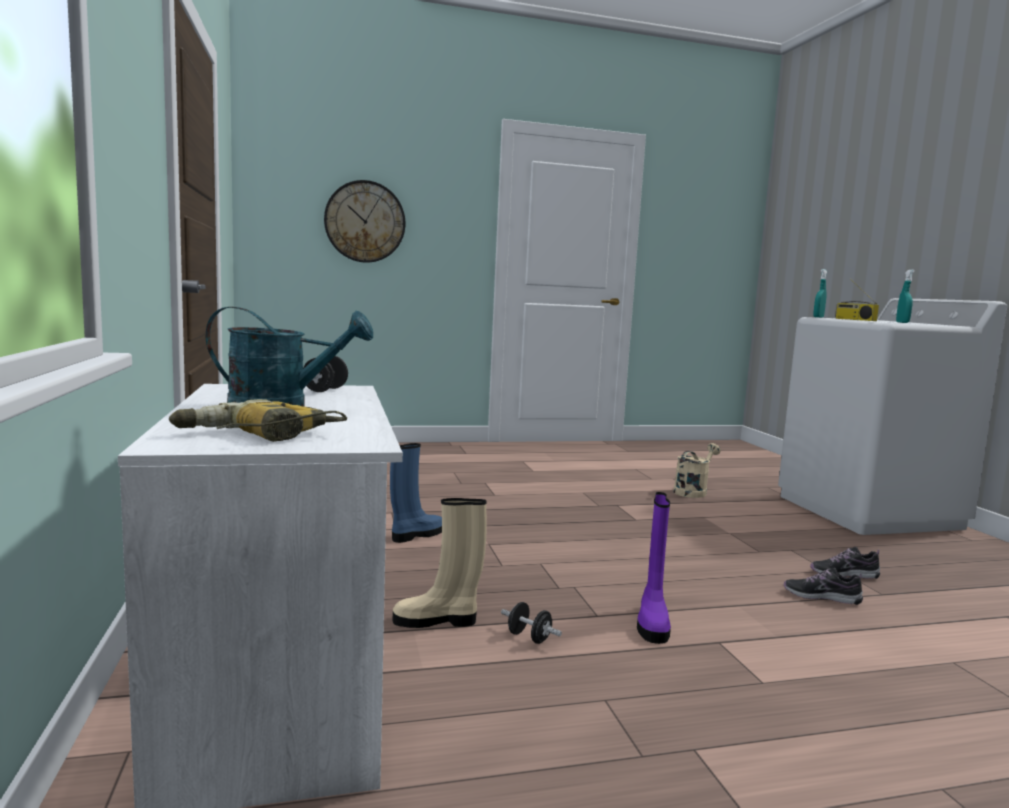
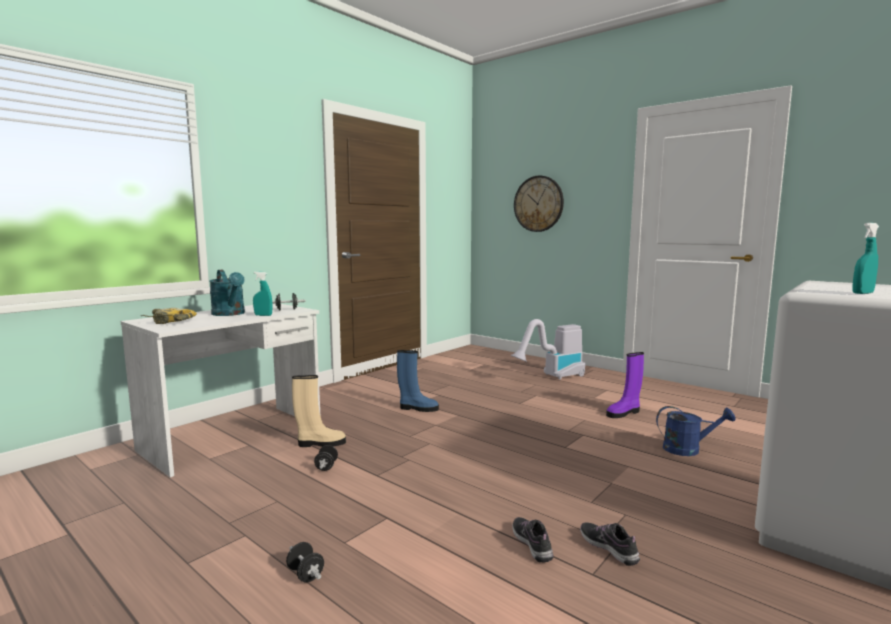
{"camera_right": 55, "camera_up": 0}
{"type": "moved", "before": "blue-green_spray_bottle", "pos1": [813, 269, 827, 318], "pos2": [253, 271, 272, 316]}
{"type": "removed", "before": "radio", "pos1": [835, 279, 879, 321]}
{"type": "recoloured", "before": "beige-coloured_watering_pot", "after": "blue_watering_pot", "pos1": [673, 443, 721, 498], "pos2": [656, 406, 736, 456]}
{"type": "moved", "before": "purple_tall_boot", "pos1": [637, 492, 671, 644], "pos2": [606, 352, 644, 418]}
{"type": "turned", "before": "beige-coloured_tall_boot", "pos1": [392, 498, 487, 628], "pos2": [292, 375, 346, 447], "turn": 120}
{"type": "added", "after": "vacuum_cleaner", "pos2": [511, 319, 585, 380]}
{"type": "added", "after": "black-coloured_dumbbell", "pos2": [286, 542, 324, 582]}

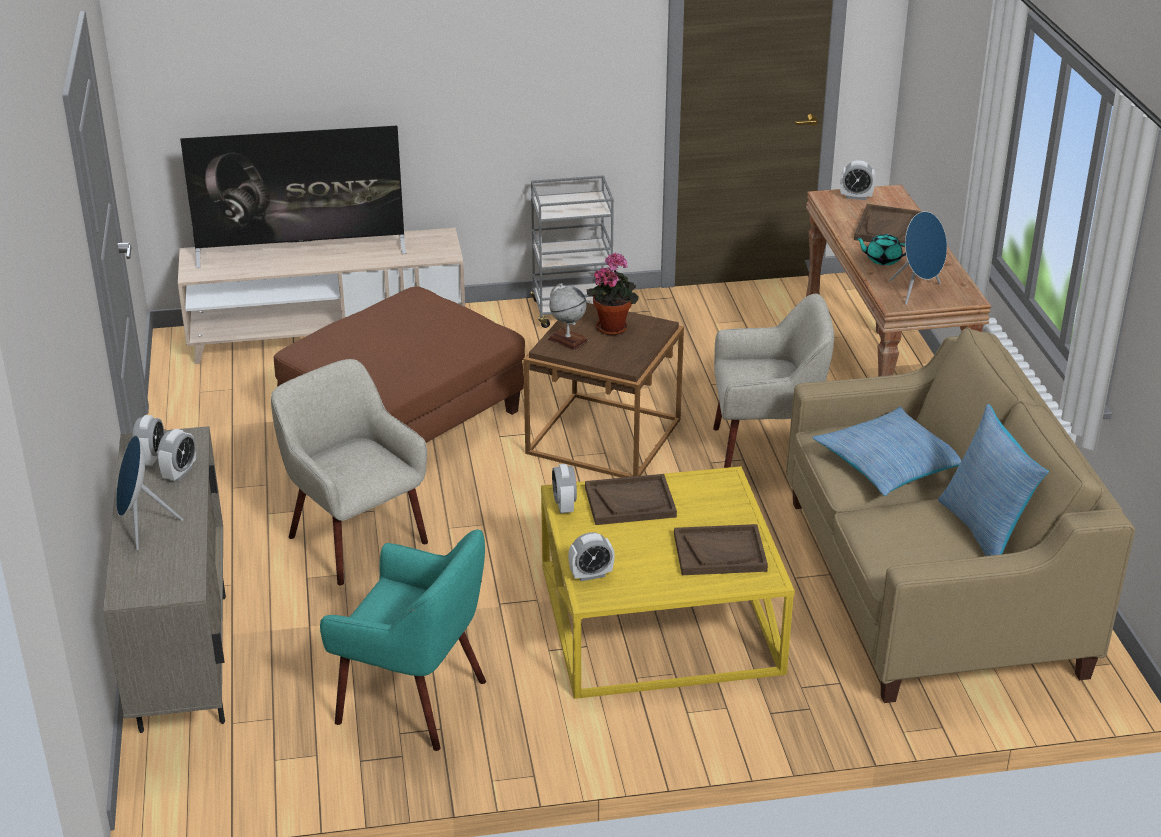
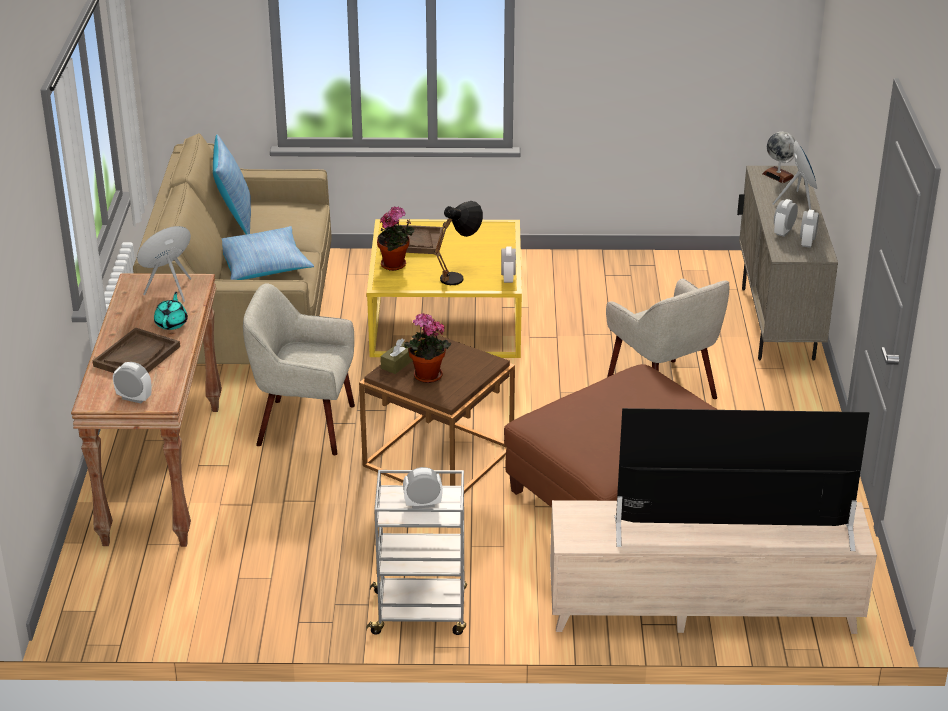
{"camera_right": -170, "camera_up": 0}
{"type": "turned", "before": "blue-green_tea_pot", "pos1": [855, 234, 906, 265], "pos2": [154, 292, 188, 330], "turn": -105}
{"type": "moved", "before": "desk_globe", "pos1": [548, 283, 589, 350], "pos2": [762, 132, 795, 183]}
{"type": "replaced", "before": "brown_serving_tray", "after": "black-coloured_lamp_for_a_table", "pos1": [585, 474, 677, 525], "pos2": [434, 201, 483, 285]}
{"type": "removed", "before": "blue-green_easy_chair", "pos1": [320, 530, 486, 751]}
{"type": "moved", "before": "bedside_clock", "pos1": [568, 532, 615, 581], "pos2": [403, 467, 443, 508]}
{"type": "added", "after": "potted_plant", "pos2": [377, 206, 414, 271]}
{"type": "added", "after": "brown_tissue_box", "pos2": [380, 338, 413, 374]}

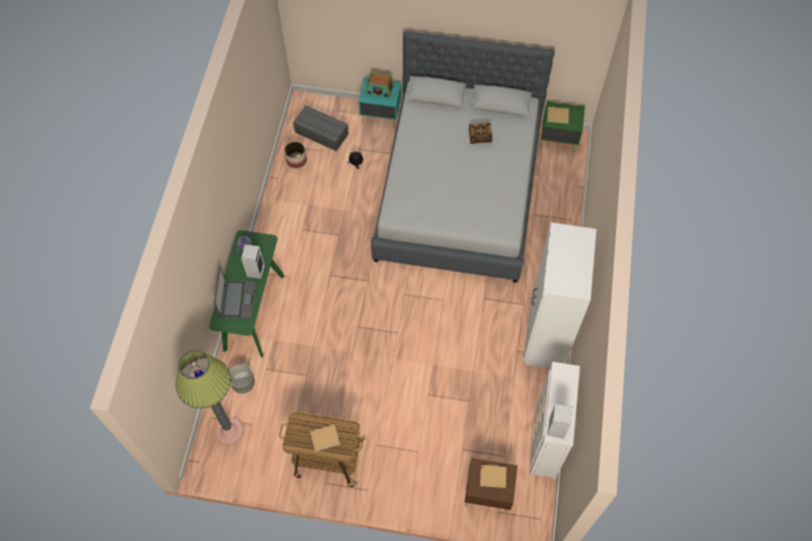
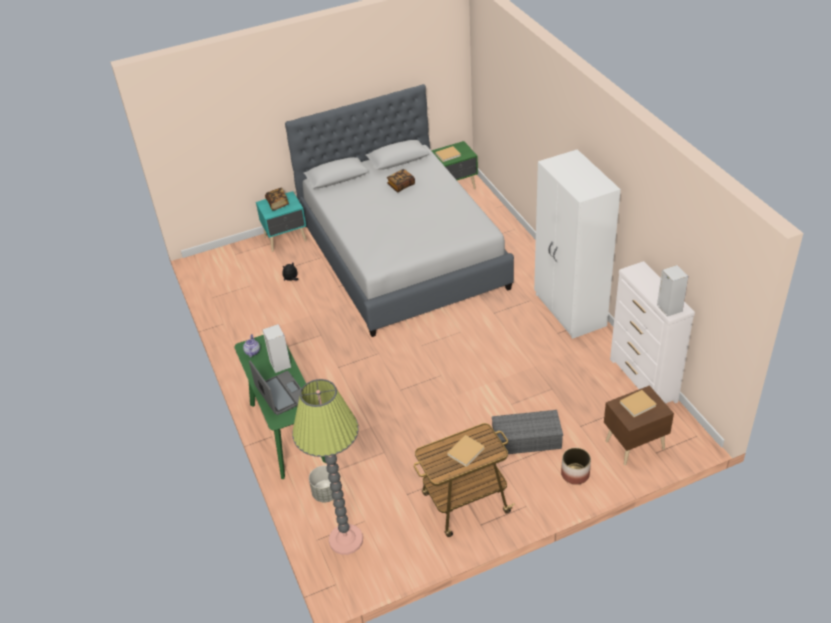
{"camera_right": -30, "camera_up": -20}
{"type": "replaced", "before": "radio", "after": "bound_book", "pos1": [365, 72, 394, 97], "pos2": [265, 188, 289, 211]}
{"type": "moved", "before": "greyish_storage_container", "pos1": [293, 105, 349, 151], "pos2": [492, 410, 563, 454]}
{"type": "moved", "before": "flower_pot", "pos1": [284, 141, 307, 168], "pos2": [561, 447, 591, 485]}

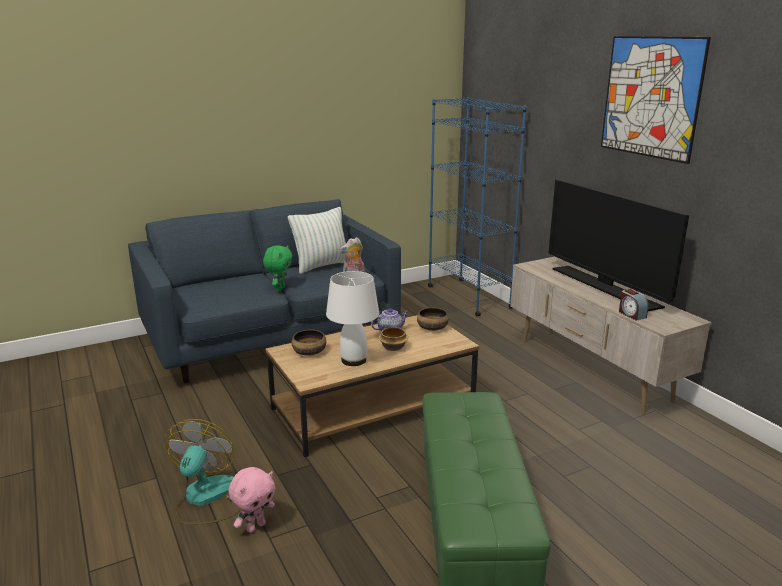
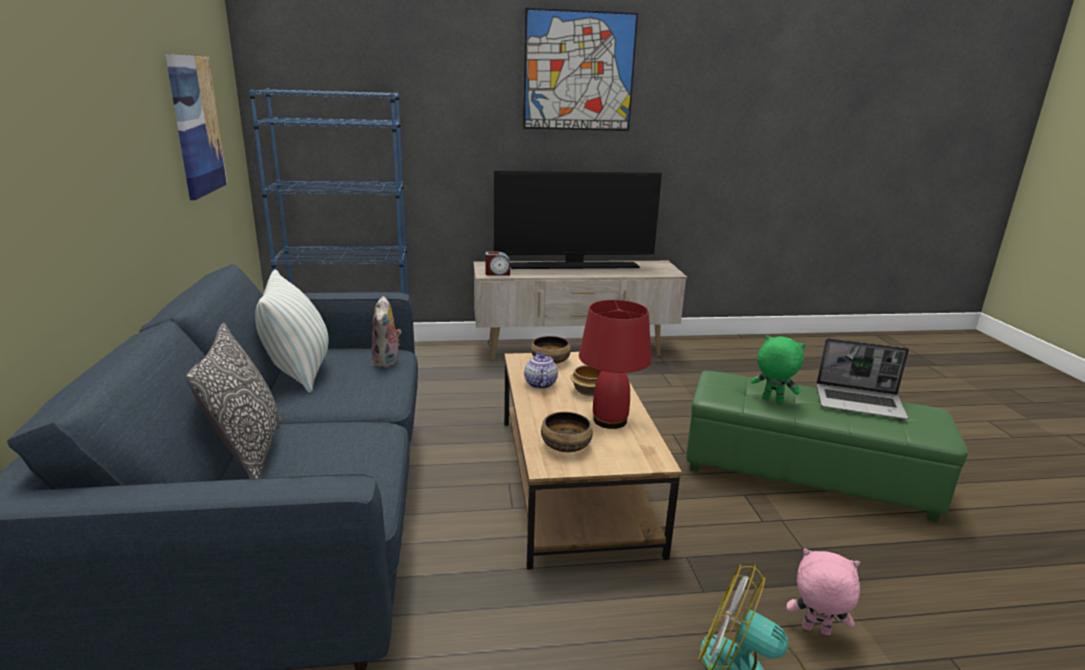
{"camera_right": -70, "camera_up": 0}
{"type": "moved", "before": "green-coloured_cuddly_toy", "pos1": [263, 245, 293, 291], "pos2": [751, 335, 806, 403]}
{"type": "recoloured", "before": "white-coloured_lamp_for_a_table", "after": "red-coloured_lamp_for_a_table", "pos1": [326, 271, 379, 366], "pos2": [579, 300, 652, 429]}
{"type": "moved", "before": "bedside_clock", "pos1": [619, 289, 649, 321], "pos2": [486, 251, 510, 276]}
{"type": "turned", "before": "pinkish_cuddly_toy", "pos1": [228, 467, 275, 533], "pos2": [787, 549, 860, 636], "turn": -45}
{"type": "added", "after": "picture", "pos2": [165, 54, 227, 200]}
{"type": "added", "after": "cushion", "pos2": [186, 323, 281, 479]}
{"type": "added", "after": "notebook_computer", "pos2": [816, 338, 909, 419]}

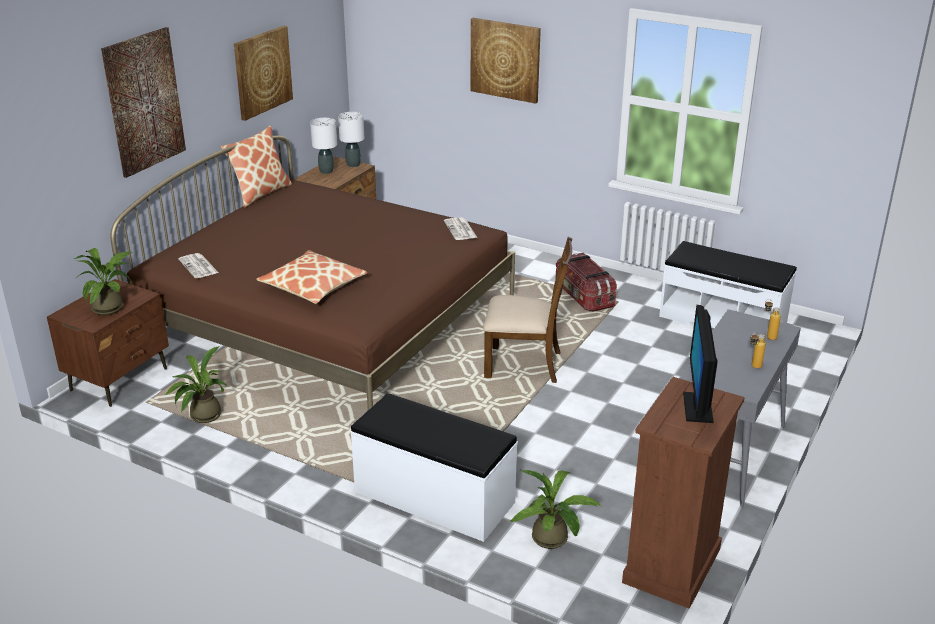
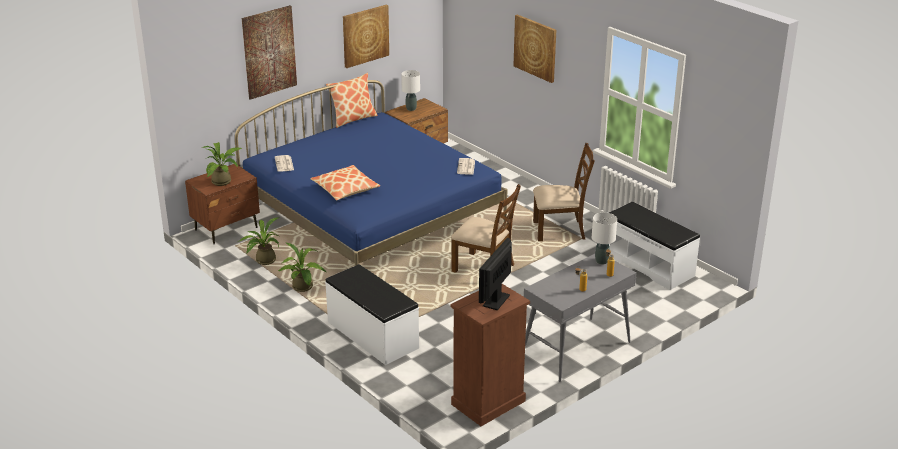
{"camera_right": 20, "camera_up": 0}
{"type": "moved", "before": "white-coloured_lamp_for_a_table", "pos1": [338, 112, 364, 167], "pos2": [592, 213, 617, 265]}
{"type": "recoloured", "before": "brown_bedroom_bed", "after": "blue_bedroom_bed", "pos1": [110, 136, 515, 410], "pos2": [235, 80, 507, 266]}
{"type": "replaced", "before": "storage_container", "after": "brown_upright_chair", "pos1": [555, 252, 617, 312], "pos2": [533, 143, 595, 241]}
{"type": "moved", "before": "potted_plant", "pos1": [510, 470, 601, 549], "pos2": [278, 243, 326, 292]}

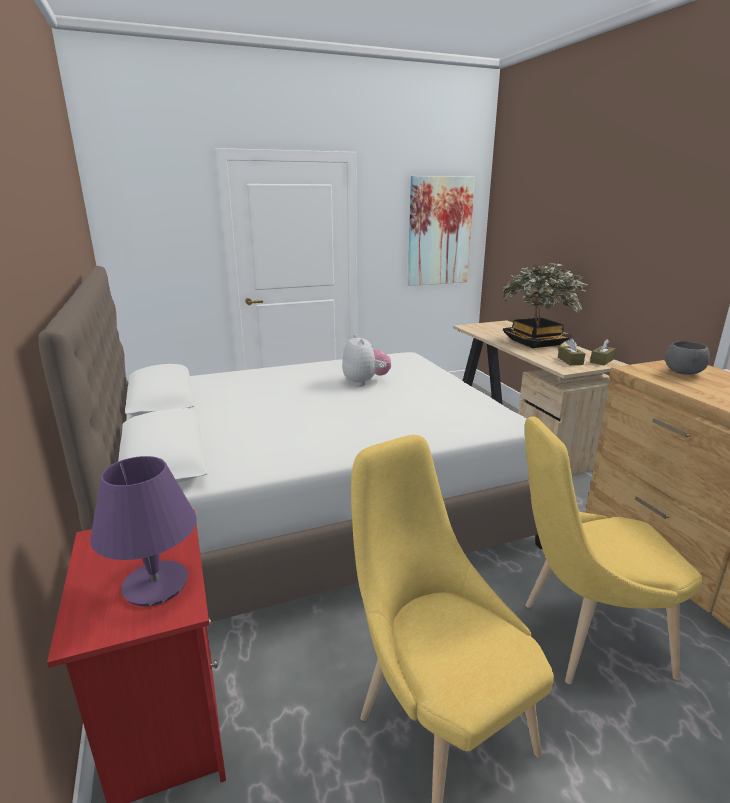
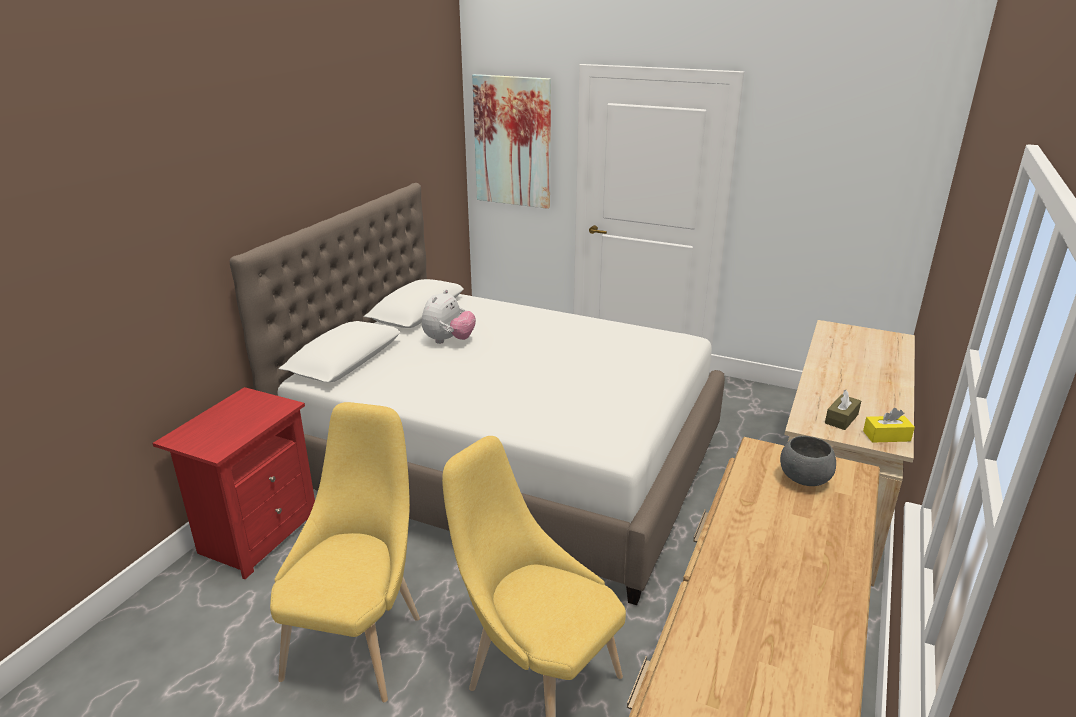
{"camera_right": 45, "camera_up": 5}
{"type": "moved", "before": "picture", "pos1": [408, 176, 475, 286], "pos2": [472, 74, 551, 209]}
{"type": "removed", "before": "potted_plant", "pos1": [503, 262, 588, 348]}
{"type": "moved", "before": "cuddly_toy", "pos1": [342, 334, 391, 386], "pos2": [422, 289, 476, 344]}
{"type": "recoloured", "before": "brown_tissue_box", "after": "yellow_tissue_box", "pos1": [590, 339, 616, 365], "pos2": [863, 408, 915, 443]}
{"type": "removed", "before": "purple_lamp_for_a_table", "pos1": [90, 456, 197, 606]}

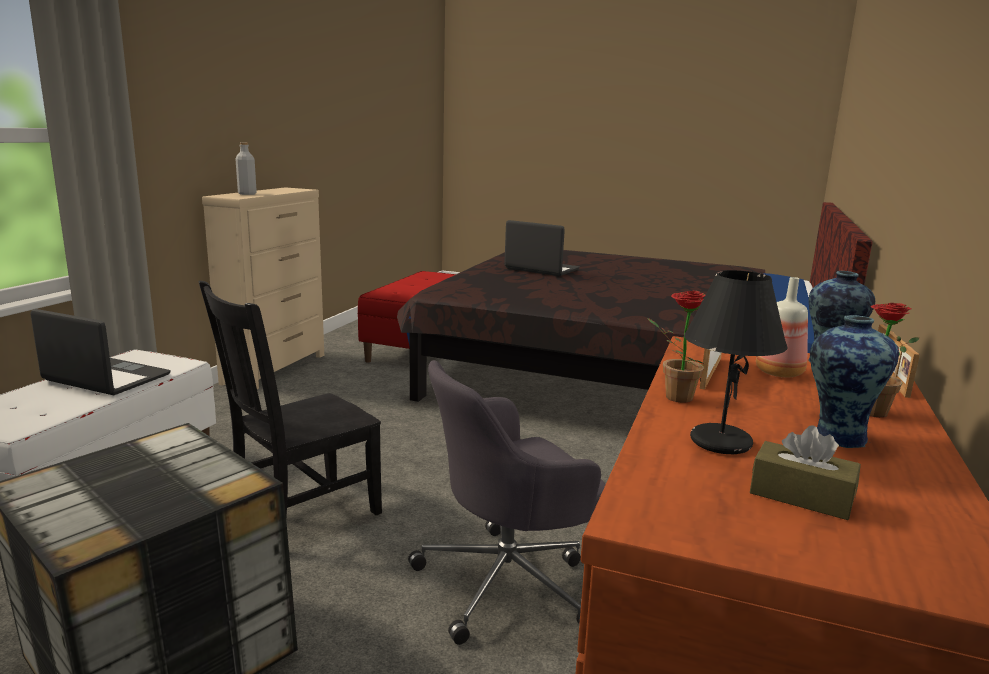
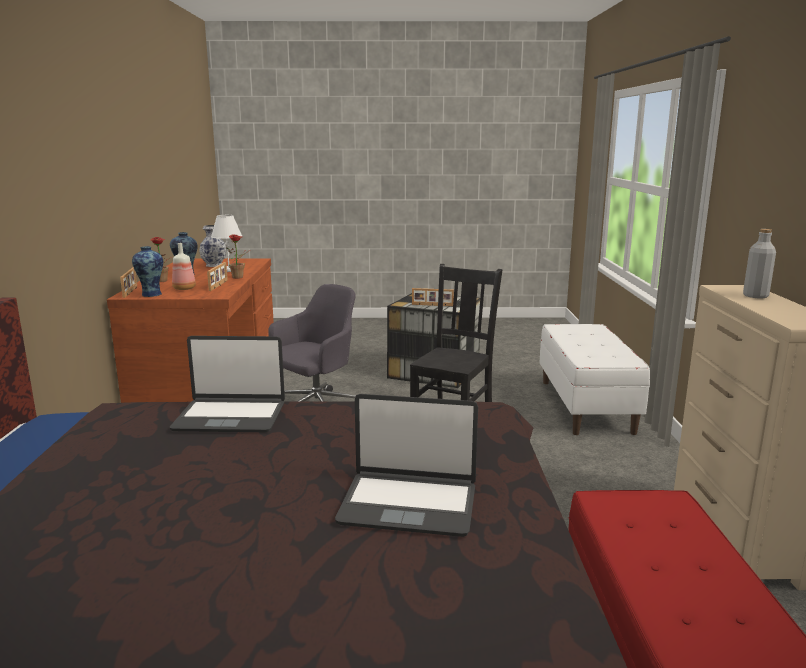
{"camera_right": 160, "camera_up": 0}
{"type": "recoloured", "before": "black-coloured_lamp_for_a_table", "after": "white-coloured_lamp_for_a_table", "pos1": [684, 270, 788, 454], "pos2": [211, 215, 242, 272]}
{"type": "moved", "before": "notebook_computer", "pos1": [30, 309, 171, 396], "pos2": [170, 336, 285, 432]}
{"type": "replaced", "before": "brown_tissue_box", "after": "vase", "pos1": [750, 425, 861, 520], "pos2": [199, 225, 226, 267]}
{"type": "added", "after": "picture_frame", "pos2": [412, 288, 454, 306]}

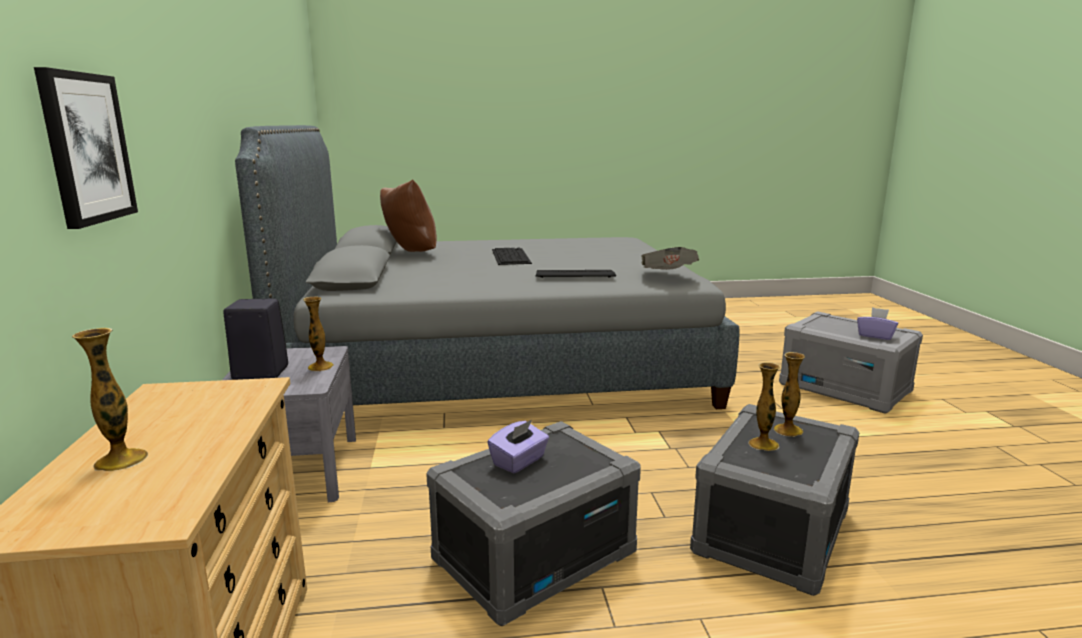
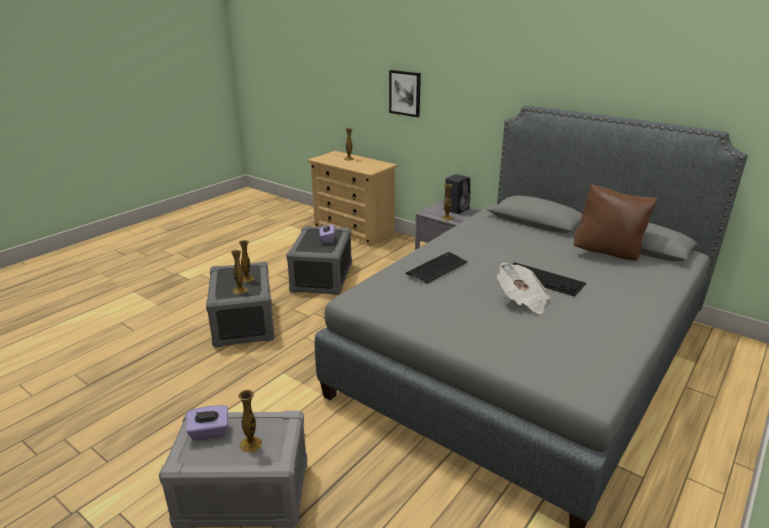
{"camera_right": 135, "camera_up": 10}
{"type": "moved", "before": "printed_paper", "pos1": [641, 247, 699, 270], "pos2": [497, 263, 550, 314]}
{"type": "added", "after": "vase", "pos2": [238, 390, 262, 452]}

